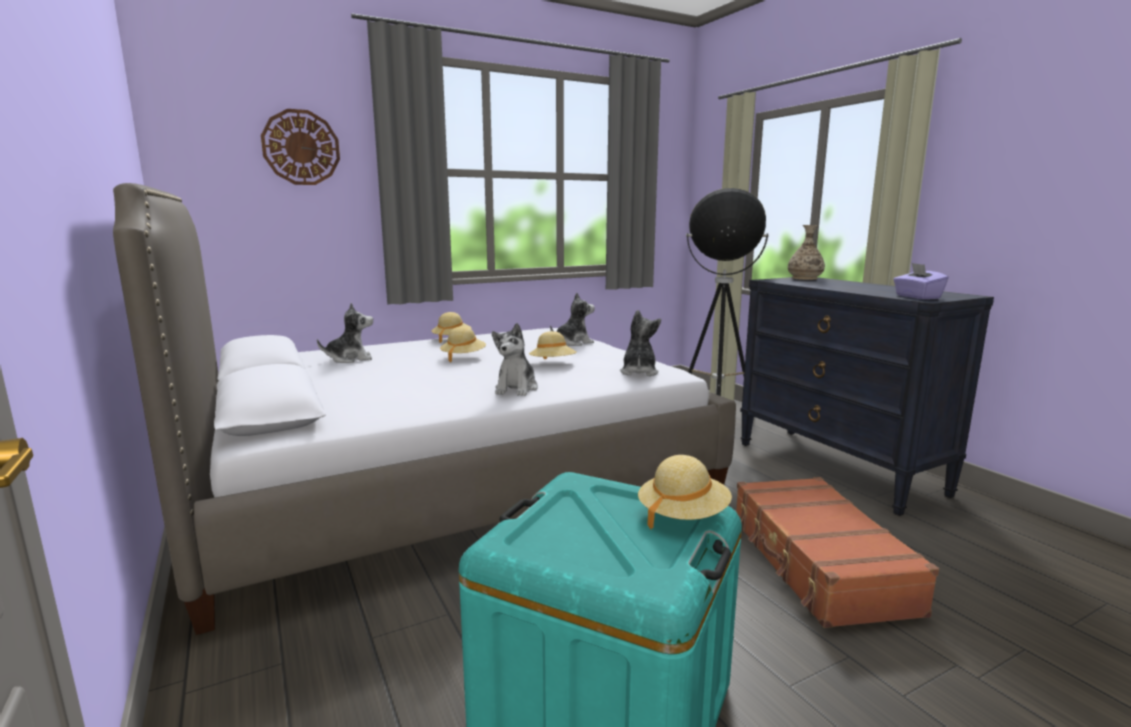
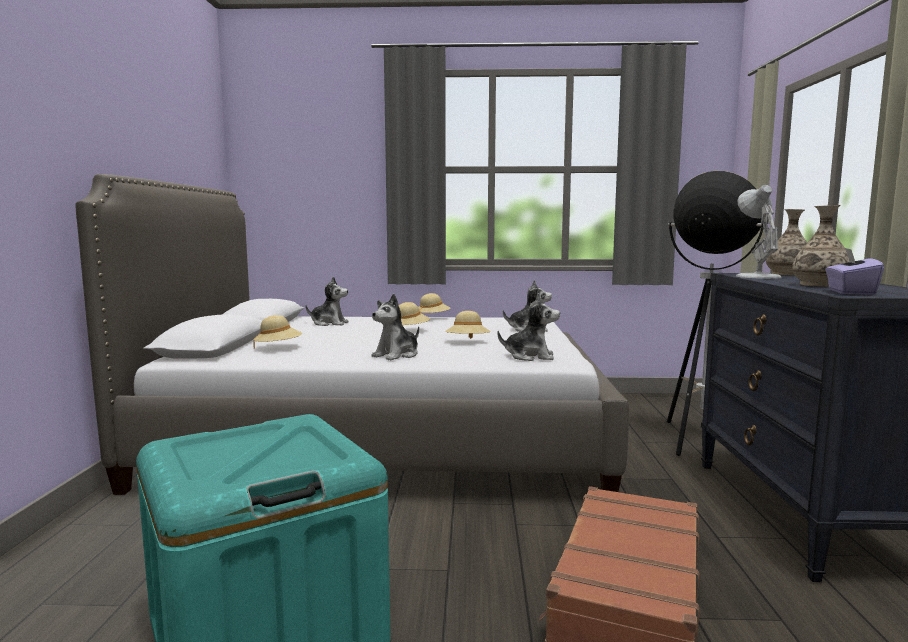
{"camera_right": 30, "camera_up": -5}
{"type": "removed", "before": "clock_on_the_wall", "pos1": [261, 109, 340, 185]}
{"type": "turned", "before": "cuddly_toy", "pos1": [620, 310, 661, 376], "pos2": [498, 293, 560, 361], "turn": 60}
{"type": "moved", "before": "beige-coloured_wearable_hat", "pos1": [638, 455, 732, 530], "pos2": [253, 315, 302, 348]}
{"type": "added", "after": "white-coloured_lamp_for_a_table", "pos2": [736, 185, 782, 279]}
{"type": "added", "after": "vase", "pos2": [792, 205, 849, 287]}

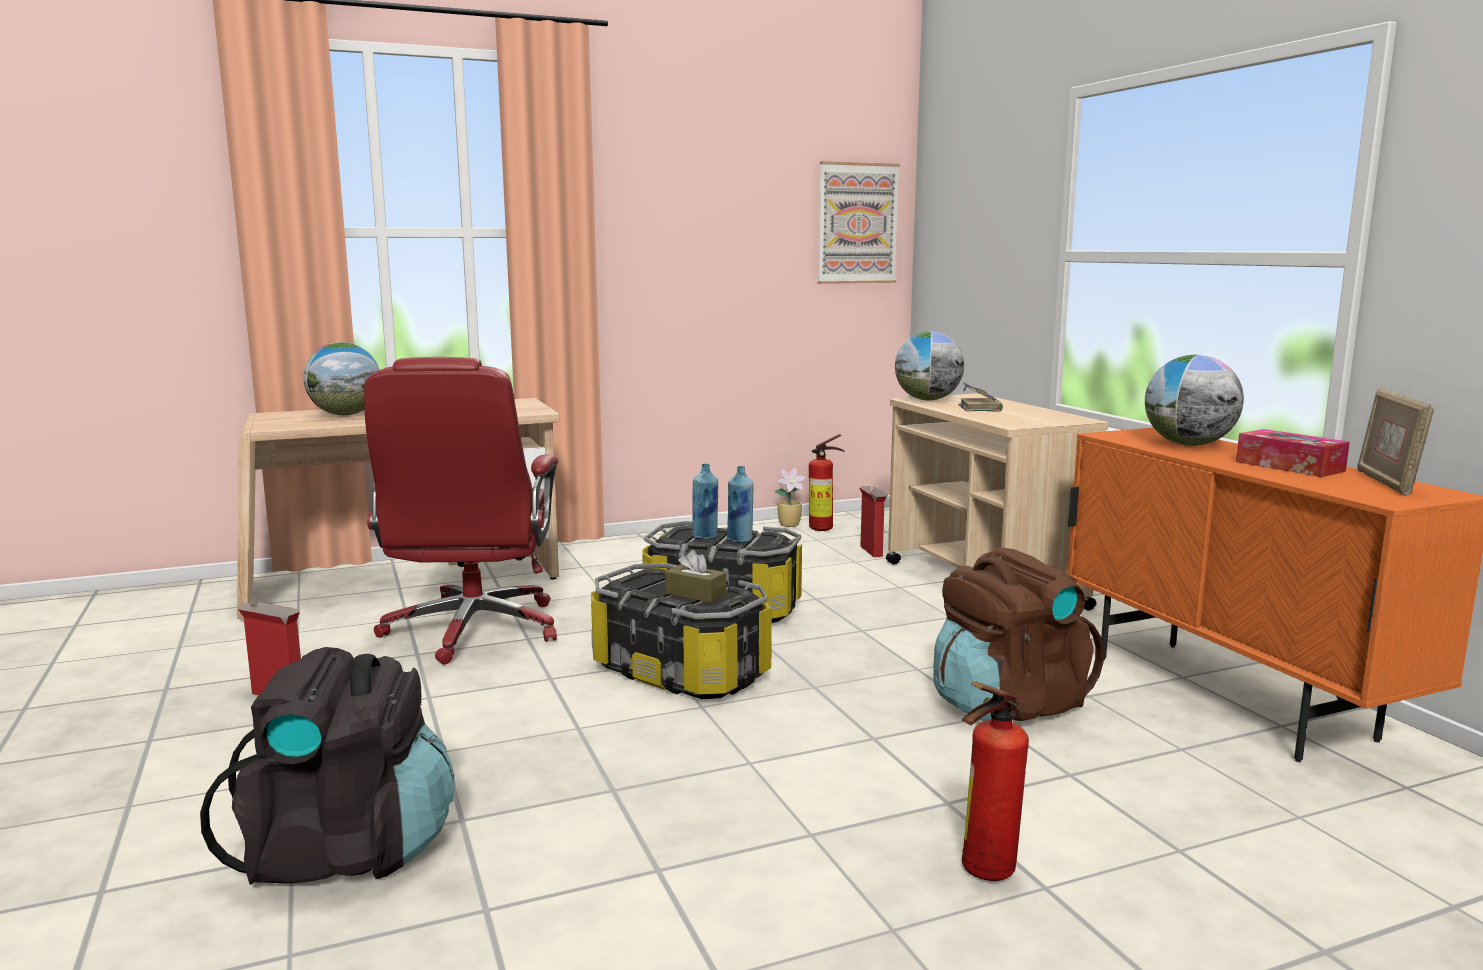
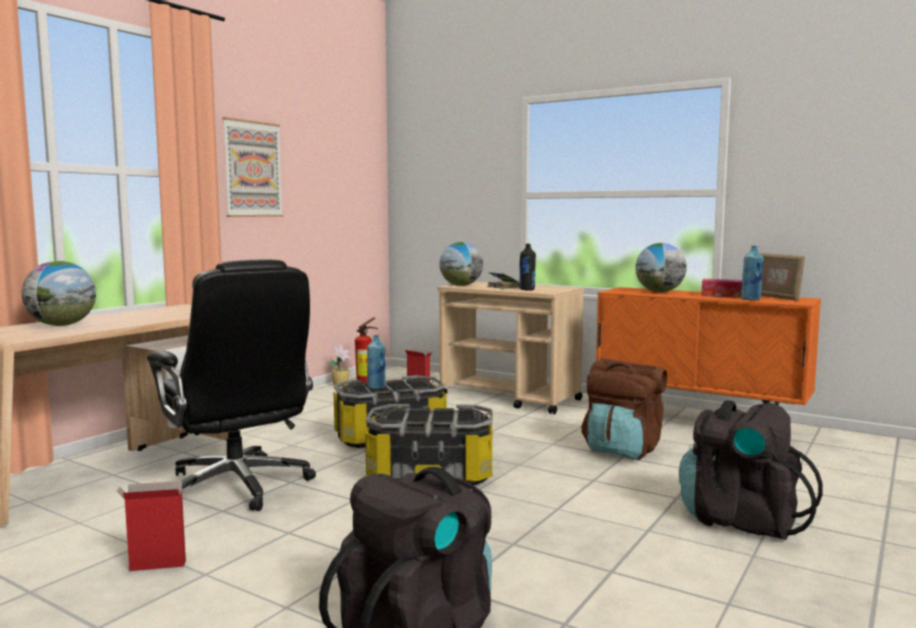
{"camera_right": -35, "camera_up": -5}
{"type": "moved", "before": "picture", "pos1": [818, 161, 900, 284], "pos2": [222, 117, 283, 217]}
{"type": "recoloured", "before": "red-coloured_office_chair", "after": "black-coloured_office_chair", "pos1": [364, 357, 558, 664], "pos2": [147, 259, 316, 511]}
{"type": "moved", "before": "blue_beverage_bottle", "pos1": [727, 466, 754, 543], "pos2": [741, 246, 763, 300]}
{"type": "removed", "before": "brown_tissue_box", "pos1": [665, 550, 726, 603]}
{"type": "replaced", "before": "extinguisher", "after": "black-coloured_knapsack", "pos1": [962, 681, 1029, 881], "pos2": [679, 400, 823, 540]}
{"type": "added", "after": "black-coloured_beverage_bottle", "pos2": [519, 244, 536, 291]}

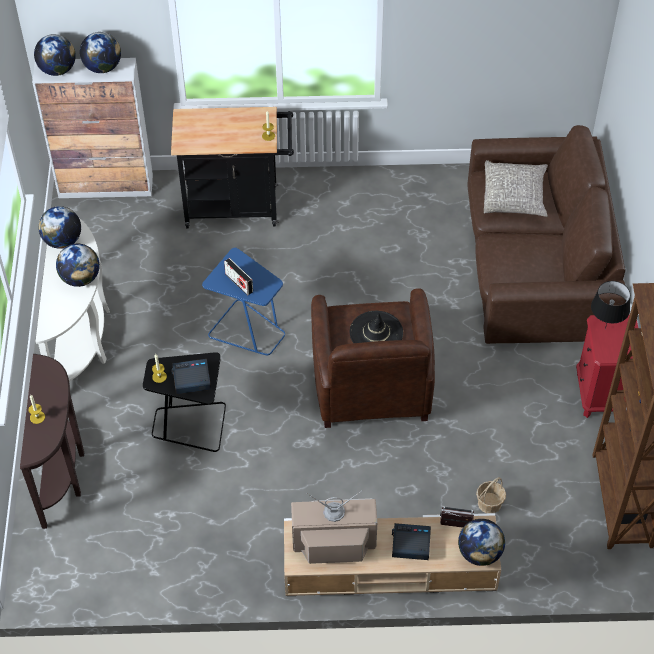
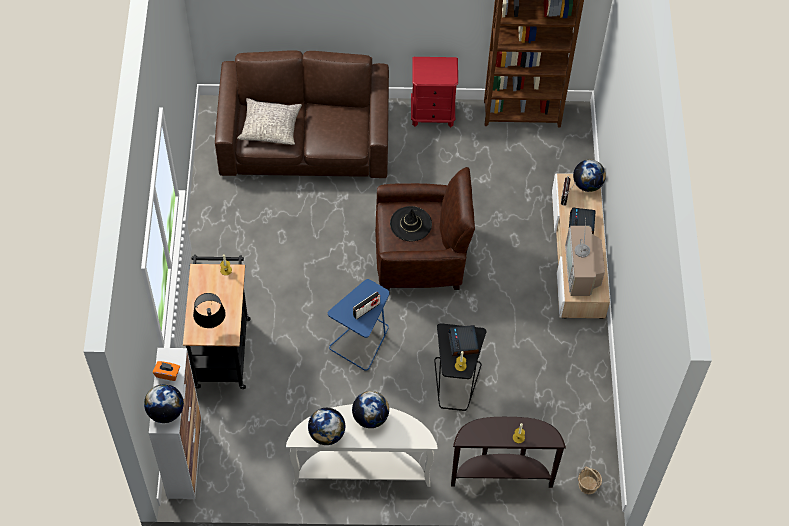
{"camera_right": -90, "camera_up": 5}
{"type": "replaced", "before": "desk_globe", "after": "orange_tissue_box", "pos1": [80, 32, 121, 73], "pos2": [153, 361, 180, 381]}
{"type": "moved", "before": "black-coloured_lamp_for_a_table", "pos1": [591, 281, 630, 329], "pos2": [193, 293, 226, 328]}
{"type": "moved", "before": "storage_basket", "pos1": [476, 477, 506, 513], "pos2": [578, 467, 602, 494]}

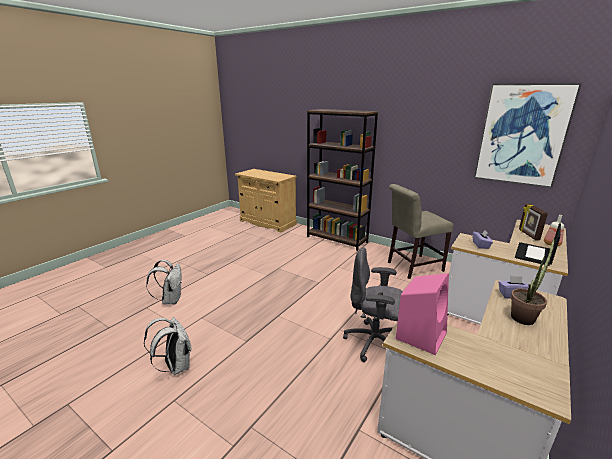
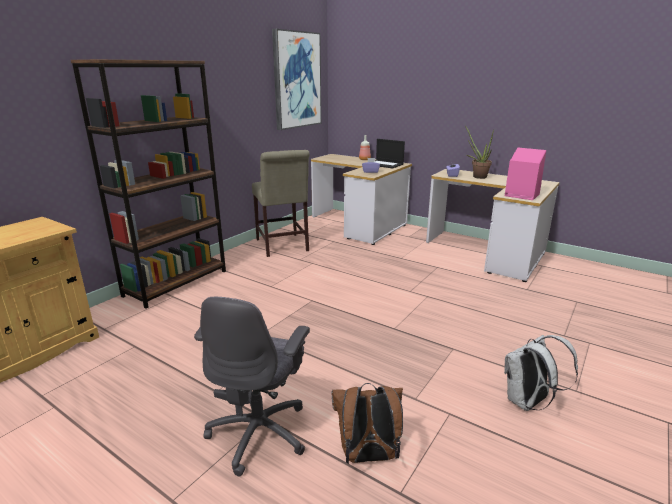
{"camera_right": -90, "camera_up": 0}
{"type": "removed", "before": "picture_frame", "pos1": [519, 204, 548, 240]}
{"type": "moved", "before": "greyish_office_chair", "pos1": [343, 247, 403, 362], "pos2": [194, 297, 310, 476]}
{"type": "recoloured", "before": "white-coloured_knapsack", "after": "brown_knapsack", "pos1": [146, 260, 182, 304], "pos2": [331, 383, 403, 464]}

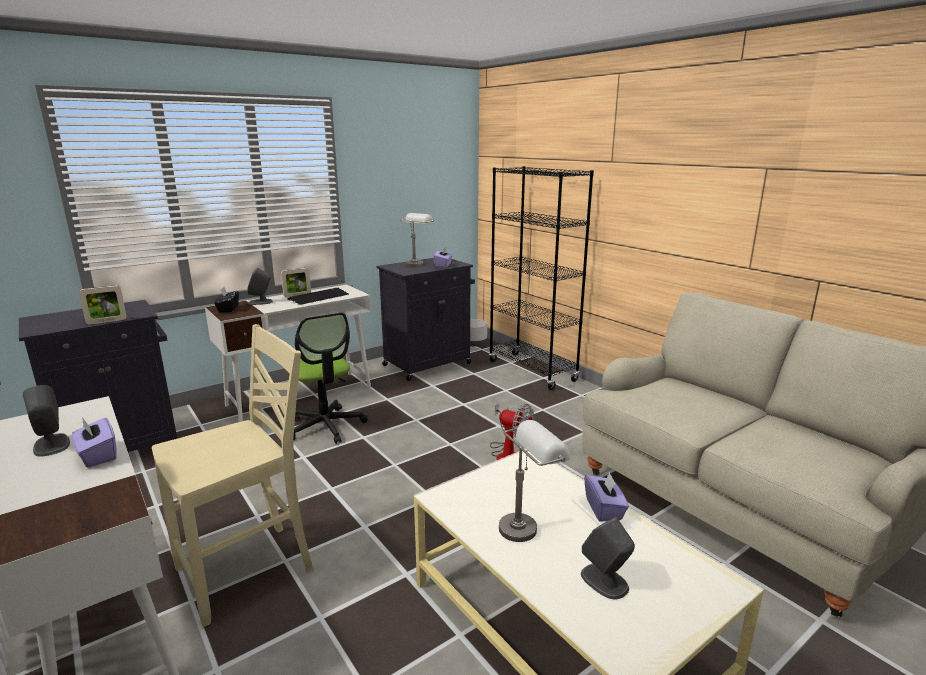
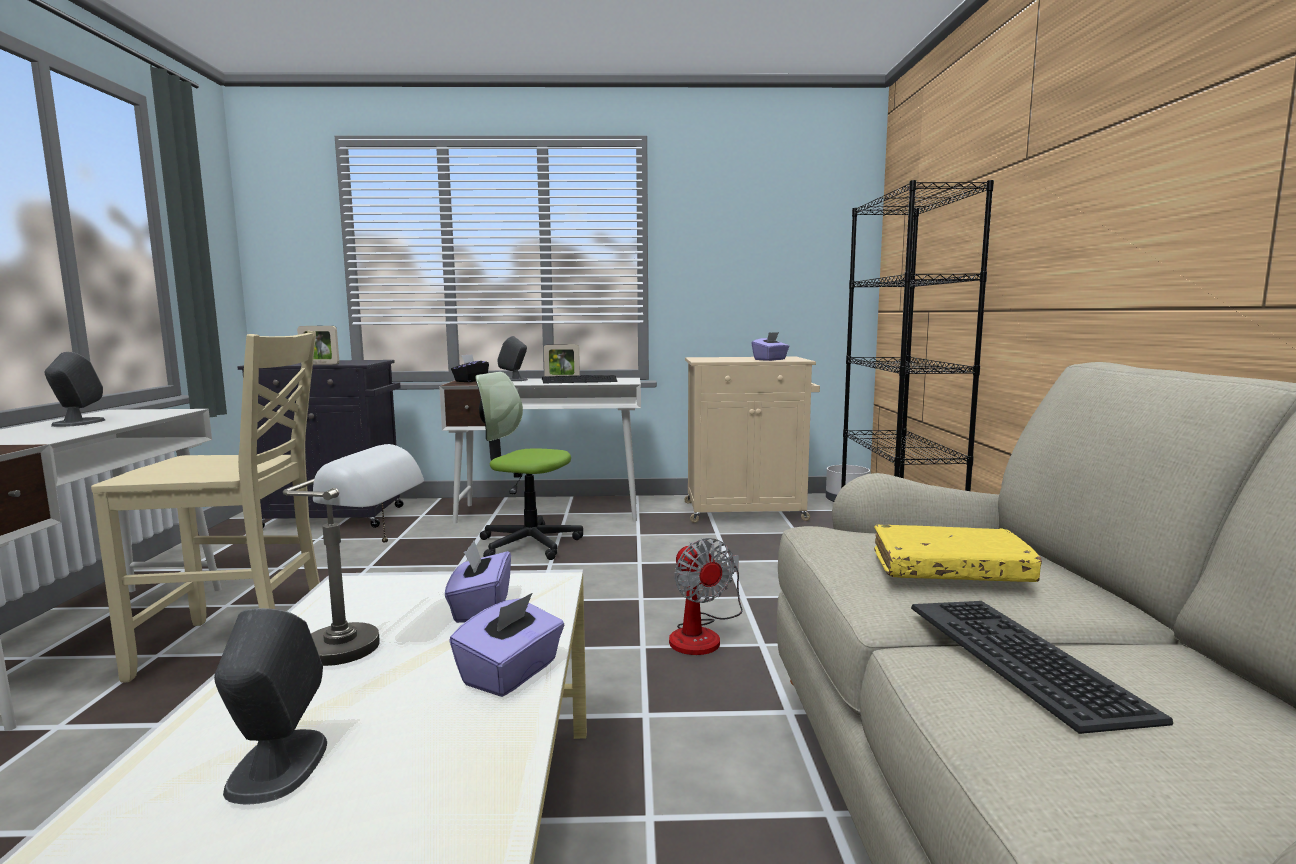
{"camera_right": 35, "camera_up": -10}
{"type": "removed", "before": "greyish_lamp_for_a_table", "pos1": [400, 213, 434, 266]}
{"type": "recoloured", "before": "black-coloured_cabinet", "after": "beige-coloured_cabinet", "pos1": [376, 258, 475, 381], "pos2": [684, 357, 820, 523]}
{"type": "turned", "before": "office_chair", "pos1": [293, 312, 368, 444], "pos2": [475, 372, 583, 560], "turn": 105}
{"type": "moved", "before": "purple_tissue_box", "pos1": [71, 417, 117, 468], "pos2": [445, 540, 511, 623]}
{"type": "added", "after": "yellow_bound_book", "pos2": [874, 524, 1042, 582]}
{"type": "added", "after": "computer_keyboard", "pos2": [911, 601, 1173, 734]}

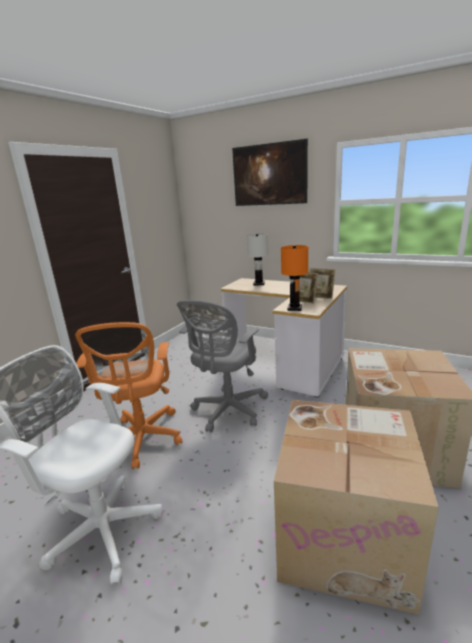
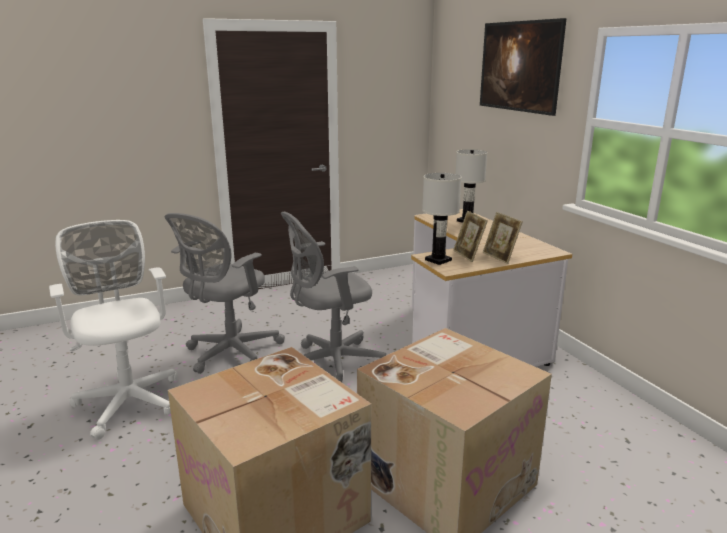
{"camera_right": 35, "camera_up": 0}
{"type": "recoloured", "before": "orange_lamp_for_a_table", "after": "white-coloured_lamp_for_a_table", "pos1": [281, 245, 308, 311], "pos2": [422, 173, 462, 265]}
{"type": "recoloured", "before": "orange_office_chair", "after": "greyish_office_chair", "pos1": [75, 322, 182, 469], "pos2": [164, 213, 285, 374]}

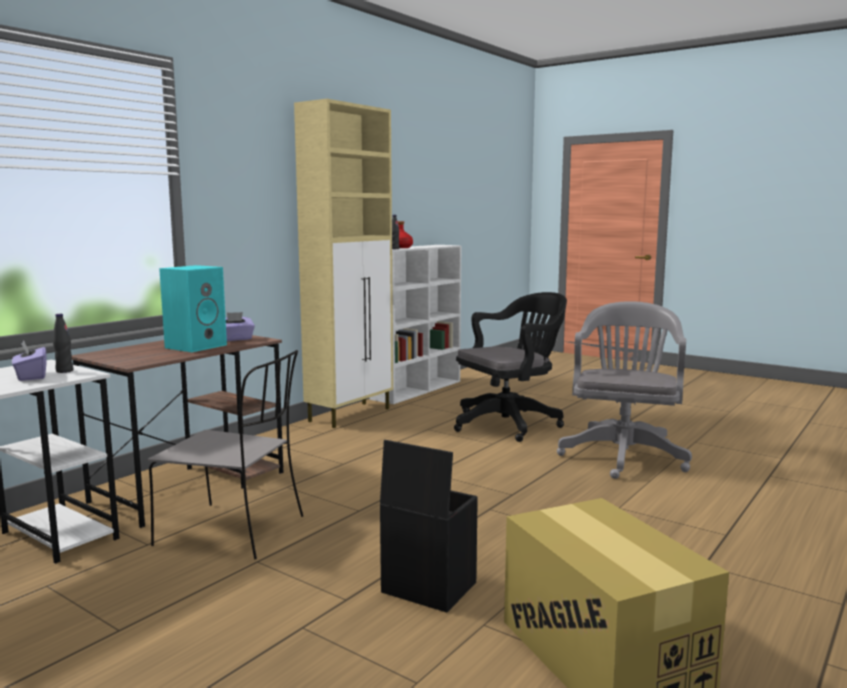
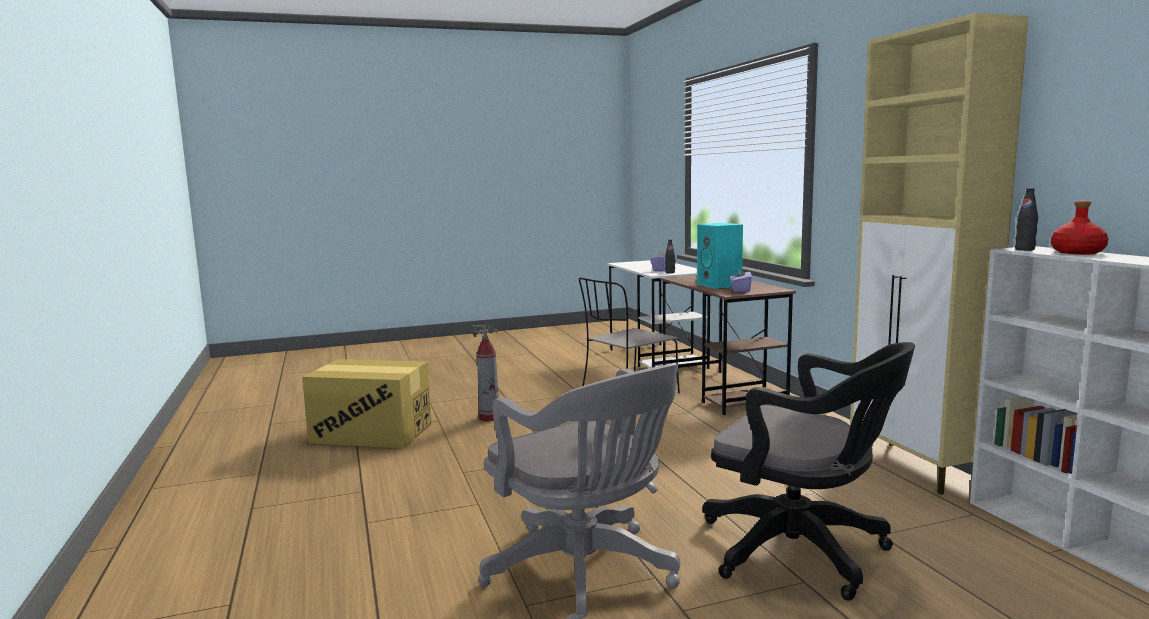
{"camera_right": 125, "camera_up": 0}
{"type": "turned", "before": "black-coloured_office_chair", "pos1": [454, 292, 567, 442], "pos2": [702, 342, 915, 601], "turn": -60}
{"type": "replaced", "before": "black-coloured_storage_container", "after": "extinguisher", "pos1": [380, 440, 478, 612], "pos2": [473, 325, 499, 422]}

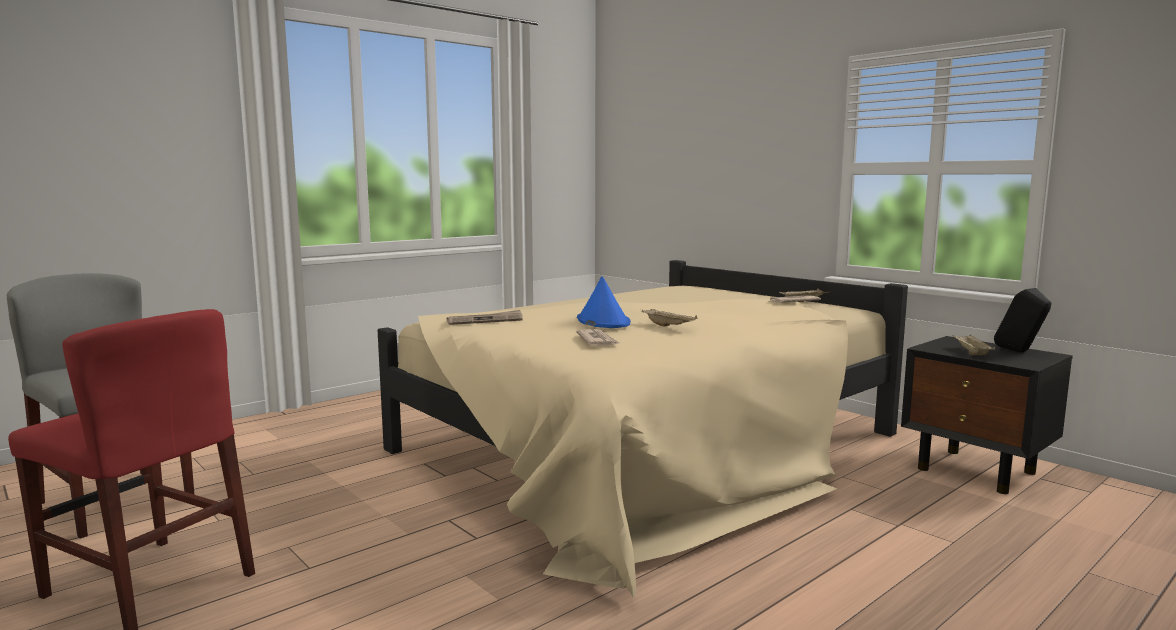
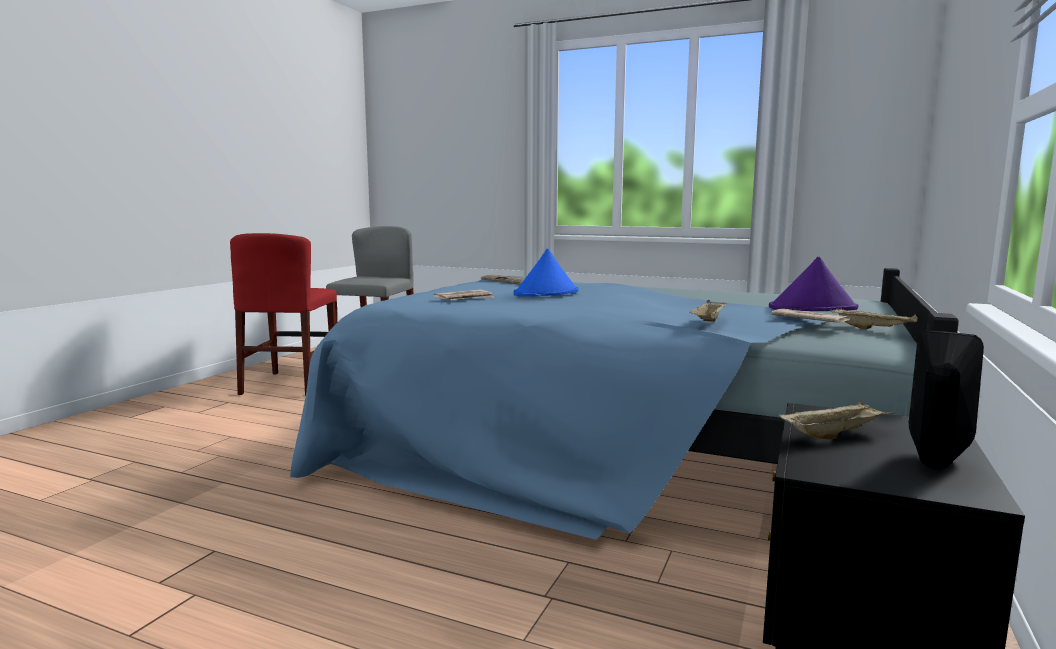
{"camera_right": 65, "camera_up": 0}
{"type": "recoloured", "before": "beige-coloured_bedroom_bed", "after": "blue_bedroom_bed", "pos1": [378, 260, 908, 598], "pos2": [290, 268, 959, 540]}
{"type": "moved", "before": "beige-coloured_serving_tray", "pos1": [641, 309, 698, 327], "pos2": [689, 300, 727, 322]}
{"type": "added", "after": "purple_wearable_hat", "pos2": [769, 257, 858, 311]}

